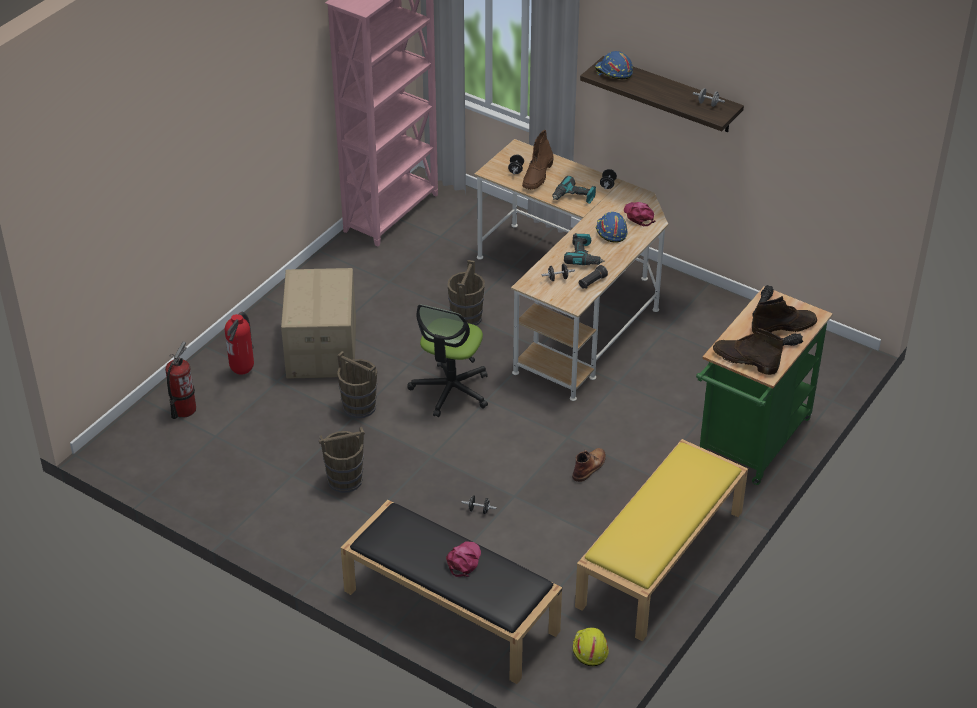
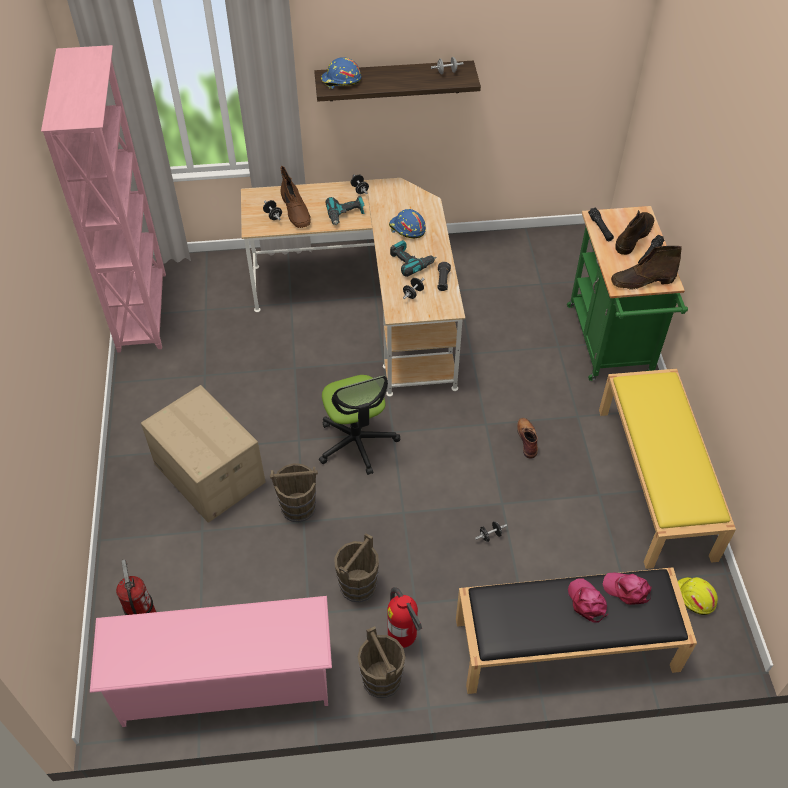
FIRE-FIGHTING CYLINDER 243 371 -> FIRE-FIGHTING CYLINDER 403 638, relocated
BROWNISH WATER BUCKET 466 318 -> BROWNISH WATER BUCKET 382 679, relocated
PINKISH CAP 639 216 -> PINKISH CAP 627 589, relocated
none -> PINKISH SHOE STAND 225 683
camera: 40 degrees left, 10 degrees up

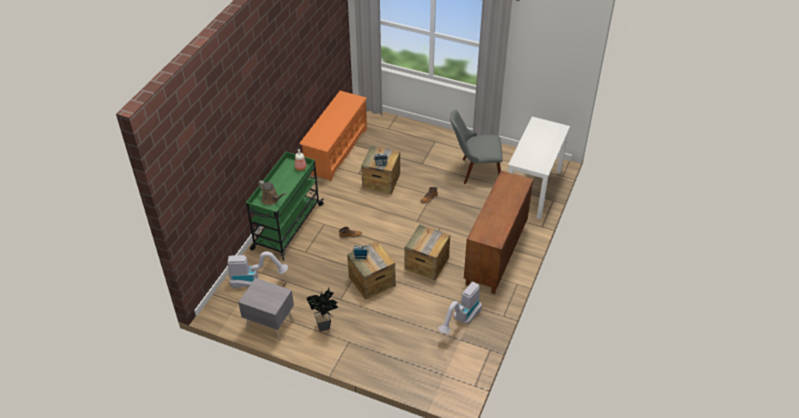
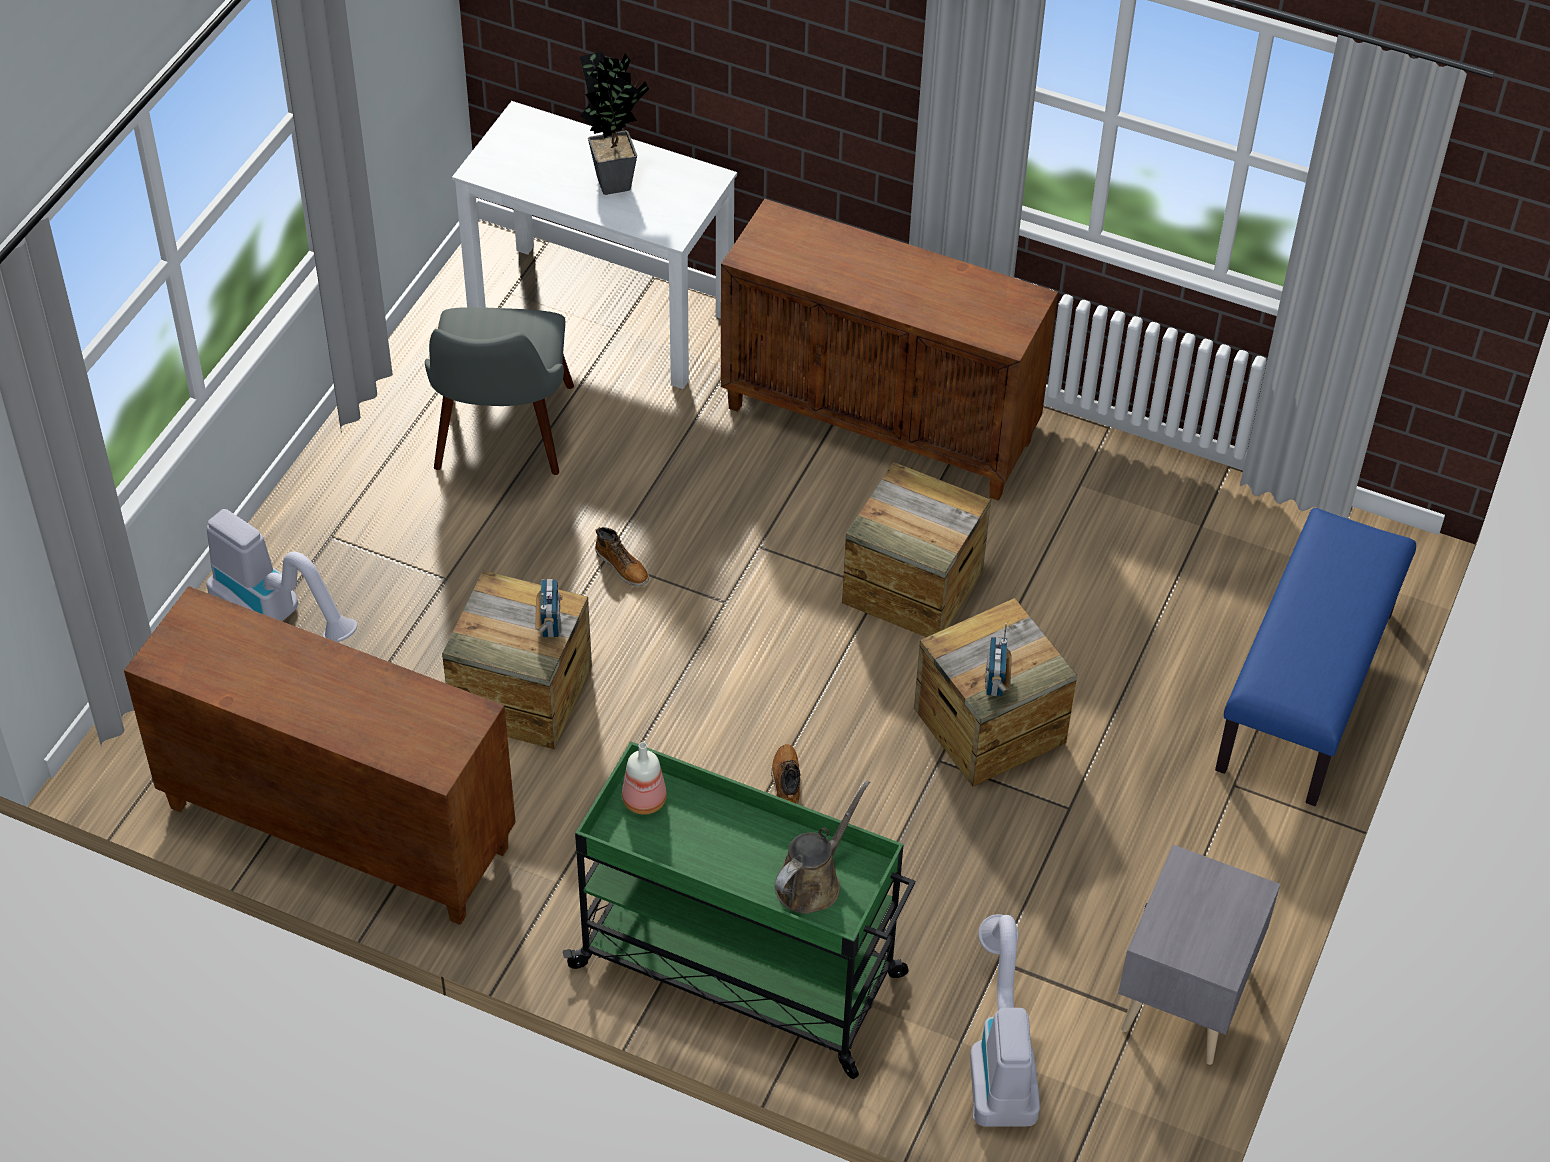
ORANGE SHOE STAND 336 150 -> BROWNISH CUPBOARD 335 829
POTTED PLANT 326 327 -> POTTED PLANT 615 178, relocated
HOOVER 461 320 -> HOOVER 279 619, relocated
none -> BLUE-COLOURED LONG SEAT 1306 692
camera: 90 degrees left, 5 degrees up

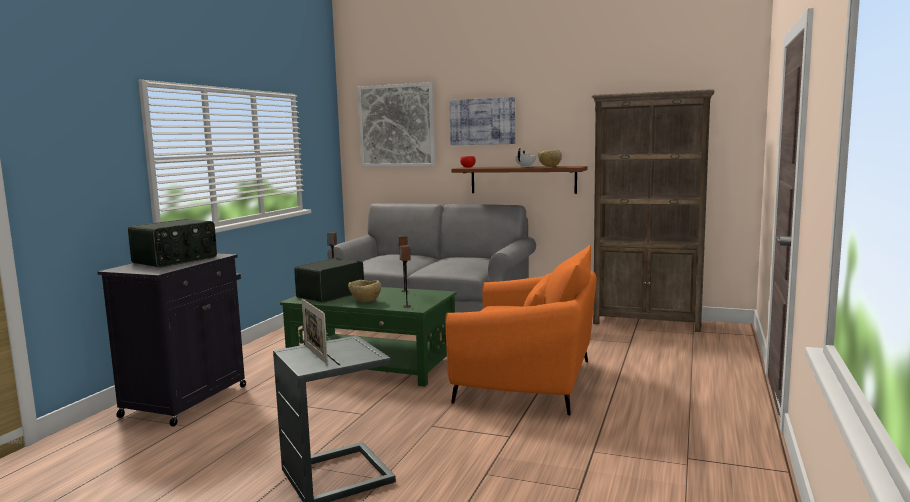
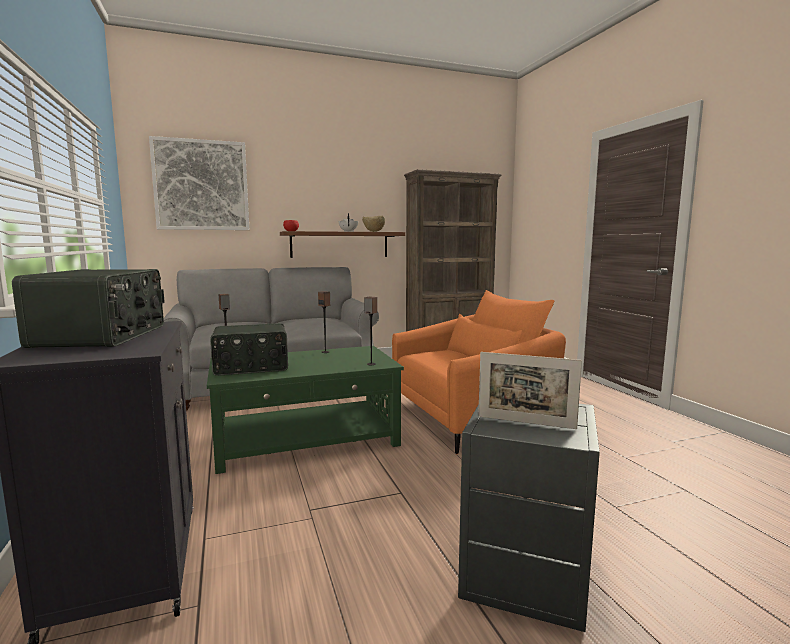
RADIO 330 294 -> RADIO 251 367, 105 degrees counterclockwise
BEIGE-COLOURED SERVING BOWL 365 302 -> none
PICTURE 482 121 -> none
camera: 40 degrees left, 0 degrees up

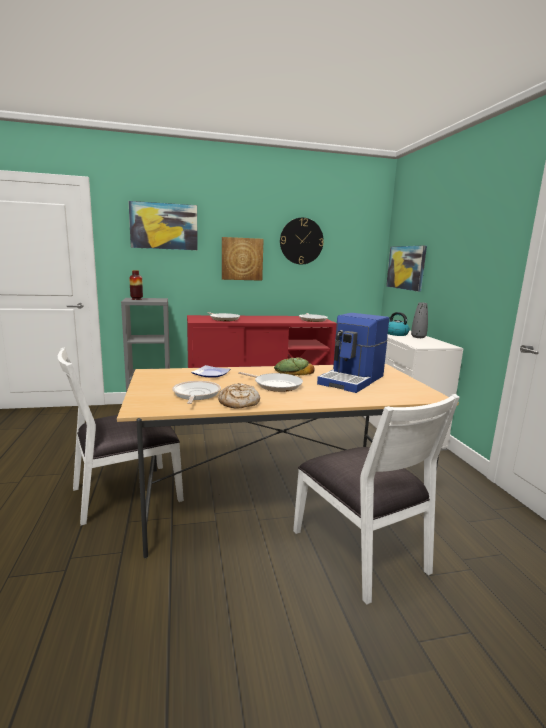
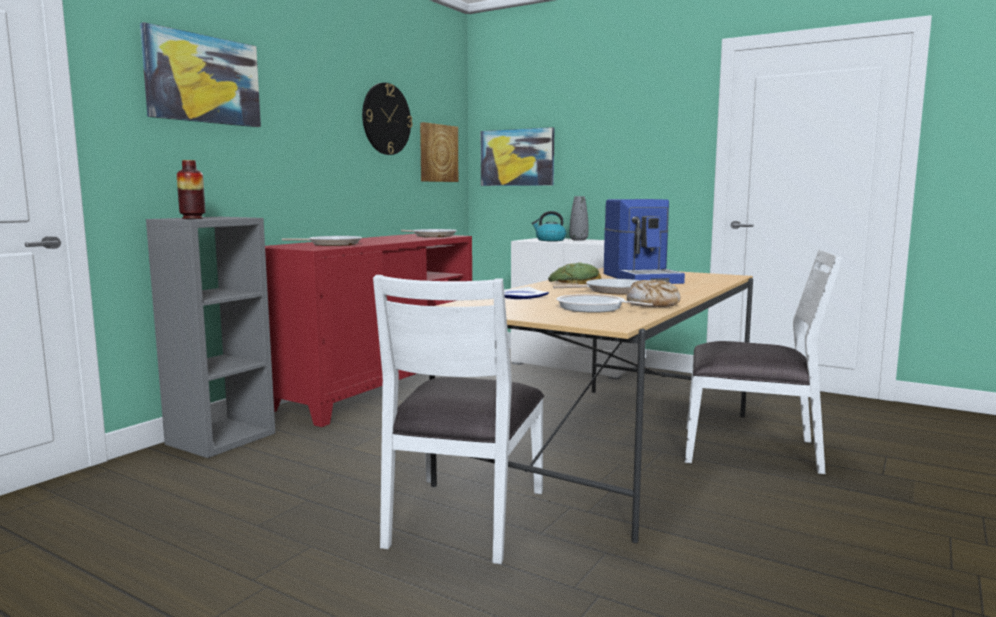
PICTURE 242 259 -> PICTURE 437 153, relocated
camera: 45 degrees left, 5 degrees down

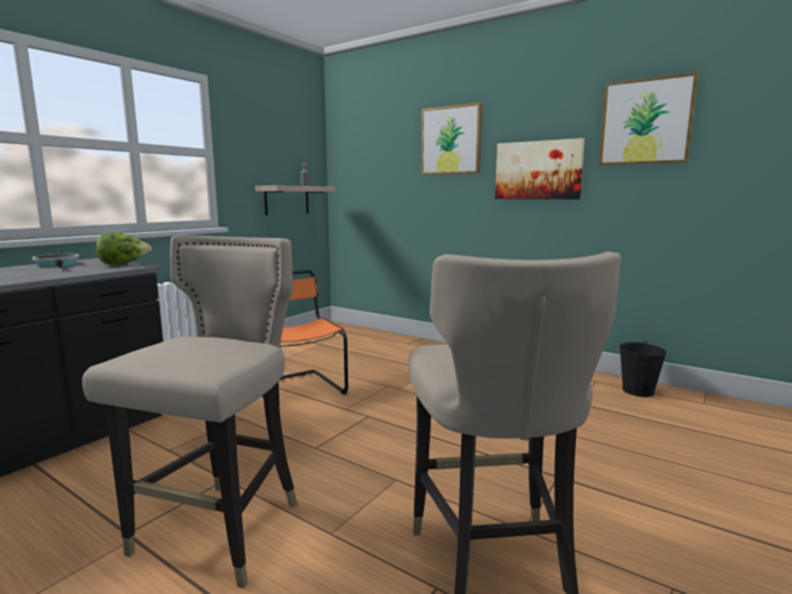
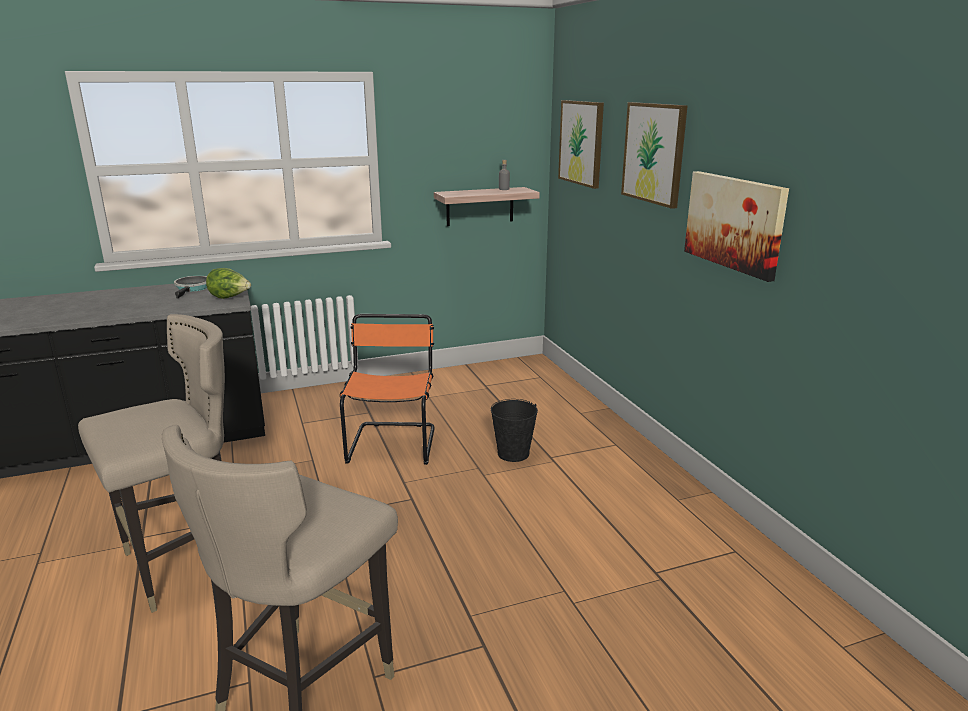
PICTURE 646 122 -> PICTURE 581 143, relocated
BLACK-COLOURED WATER BUCKET 638 391 -> BLACK-COLOURED WATER BUCKET 513 453, relocated
camera: 35 degrees right, 10 degrees up

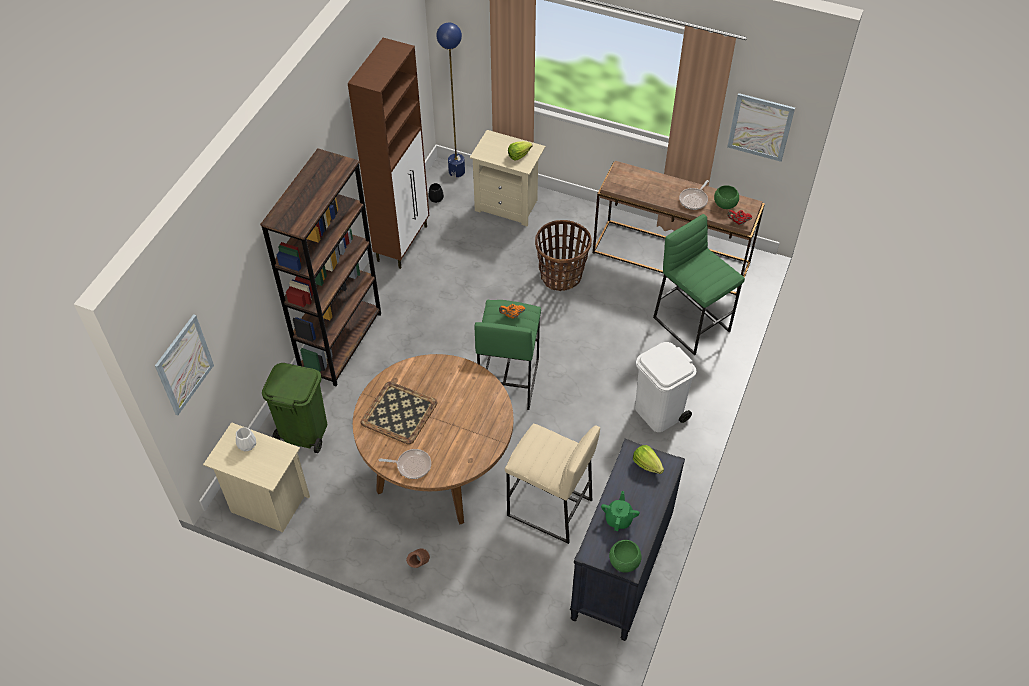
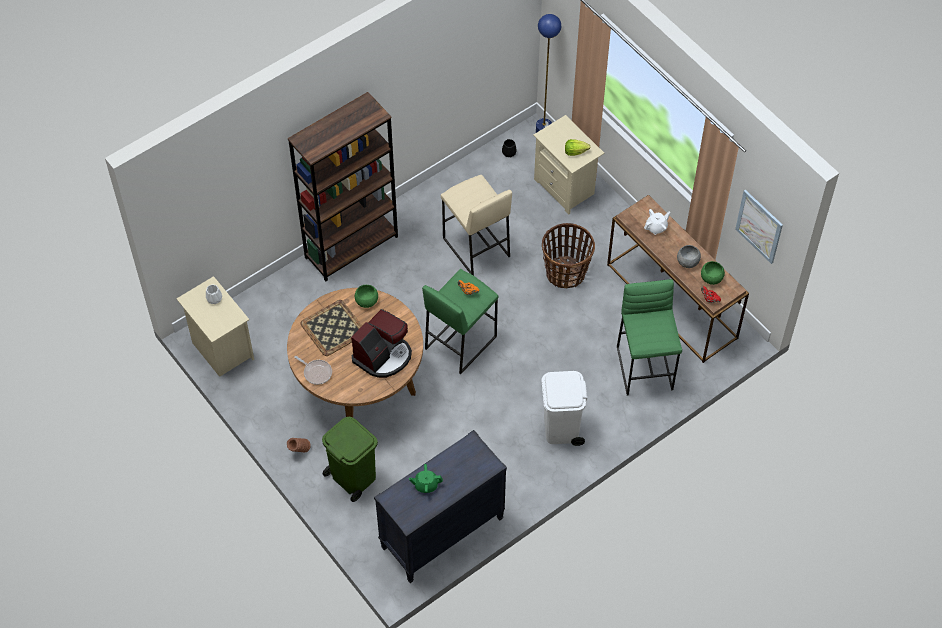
PICTURE 184 365 -> none
GREENISH WASTE BIN 303 432 -> GREENISH WASTE BIN 352 476, relocated
BROWNISH CUPBOARD 403 243 -> none
BEIGE-COLOURED STOOL 549 508 -> BEIGE-COLOURED STOOL 475 247, relocated
GREENISH TEA POT 619 519 -> GREENISH TEA POT 426 485, 135 degrees counterclockwise
GREENISH SERVING BOWL 624 561 -> GREENISH SERVING BOWL 367 301, relocated
LETTUCE 647 464 -> none
FRYING PAN 694 200 -> GREYISH SERVING BOWL 688 262
none -> COFFEE MACHINE 383 356
none -> WHITE-COLOURED TEA POT 656 227
camera: 30 degrees right, 5 degrees up

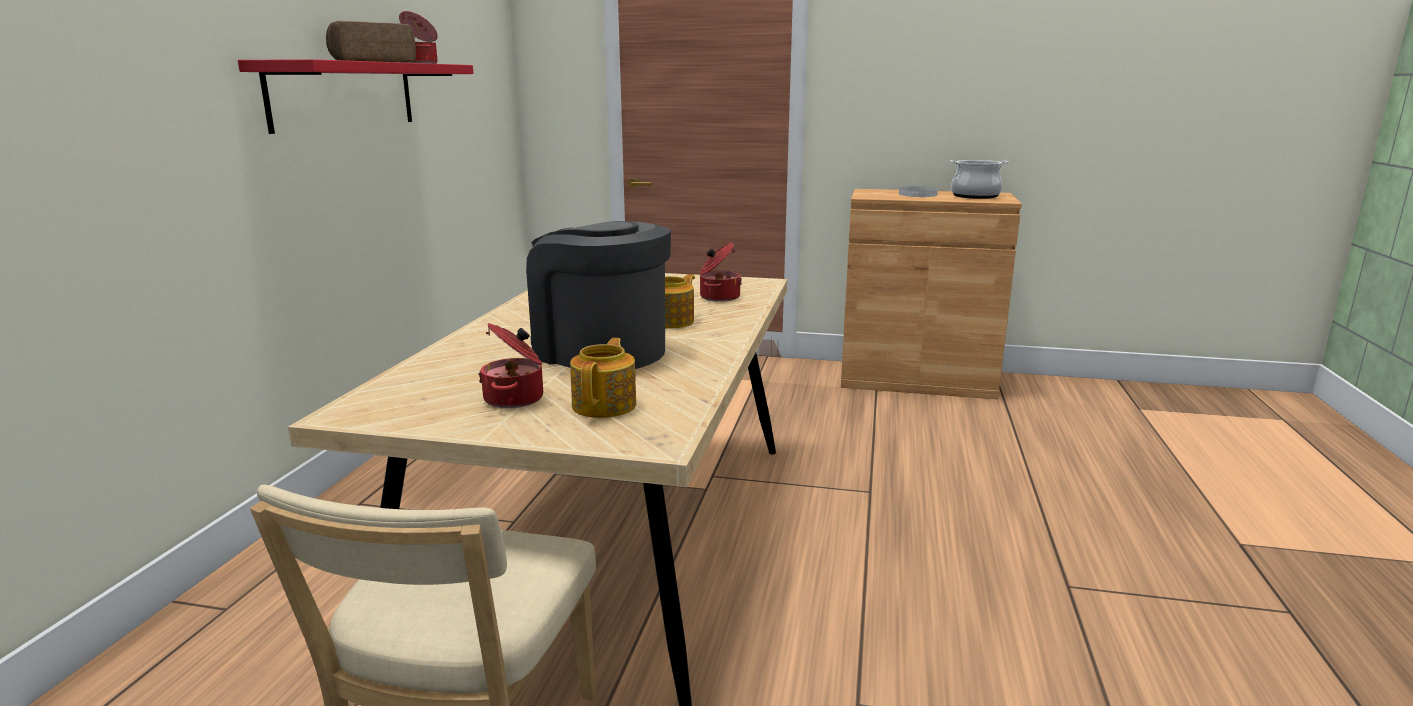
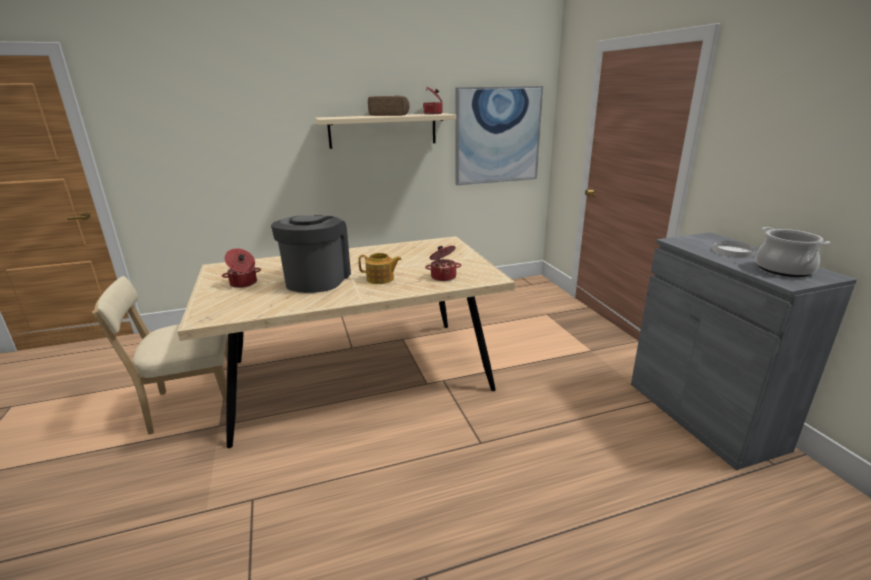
REDDISH SHELF 344 95 -> BEIGE-COLOURED SHELF 383 130
TEA POT 605 405 -> none
BROWNISH CUPBOARD 916 380 -> GREYISH CUPBOARD 703 414
none -> PICTURE 497 135
camera: 60 degrees right, 5 degrees up

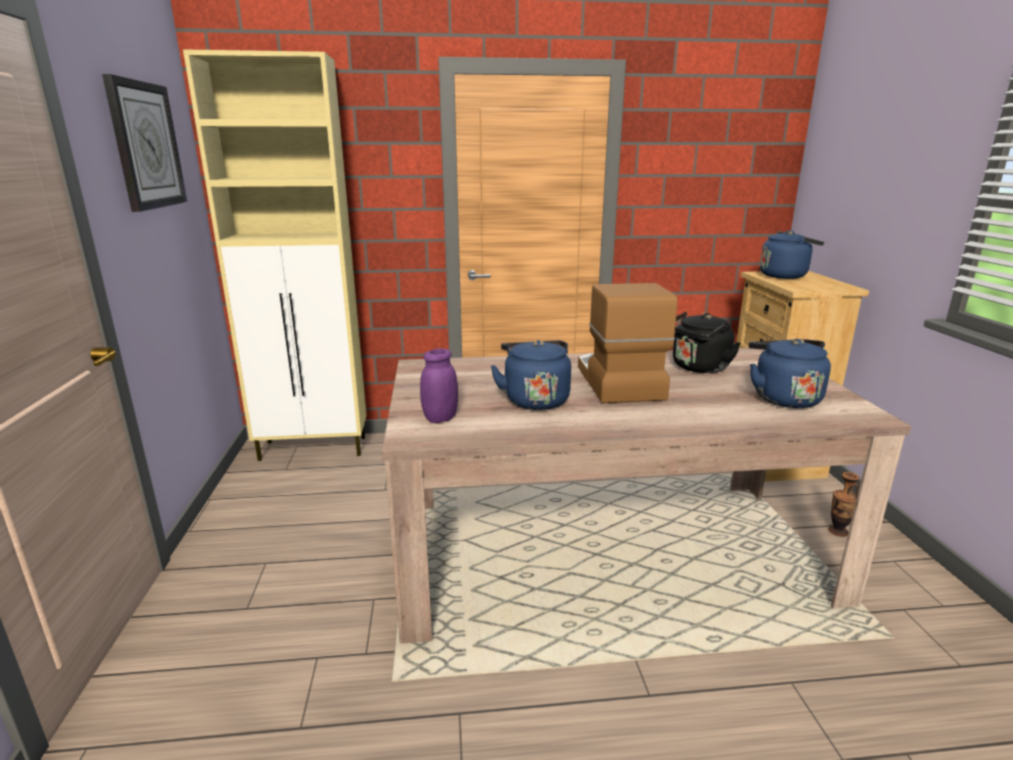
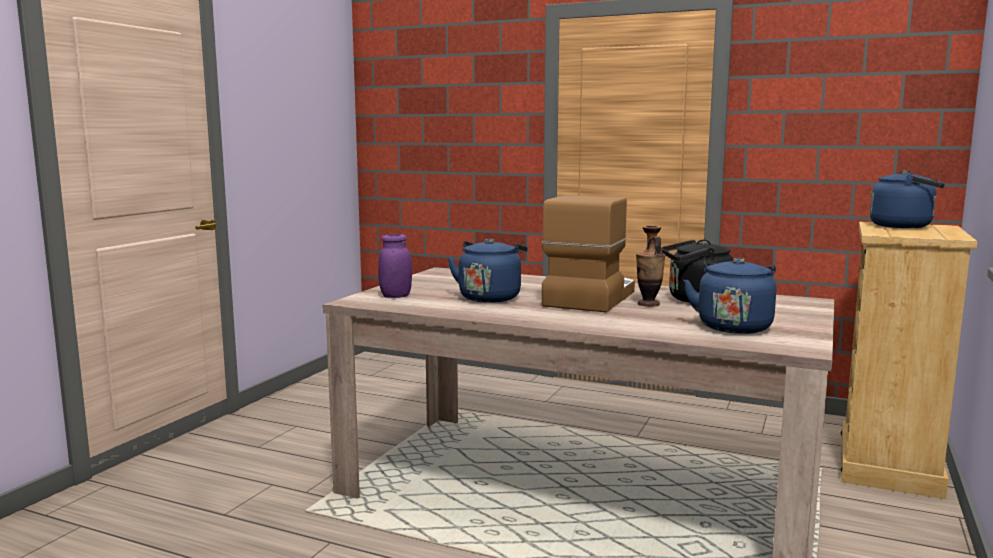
HANGING CLOCK 146 145 -> none
BEIGE-COLOURED CUPBOARD 315 448 -> none
DECORATIVE VASE 838 531 -> DECORATIVE VASE 648 304, relocated
camera: 30 degrees right, 10 degrees down

